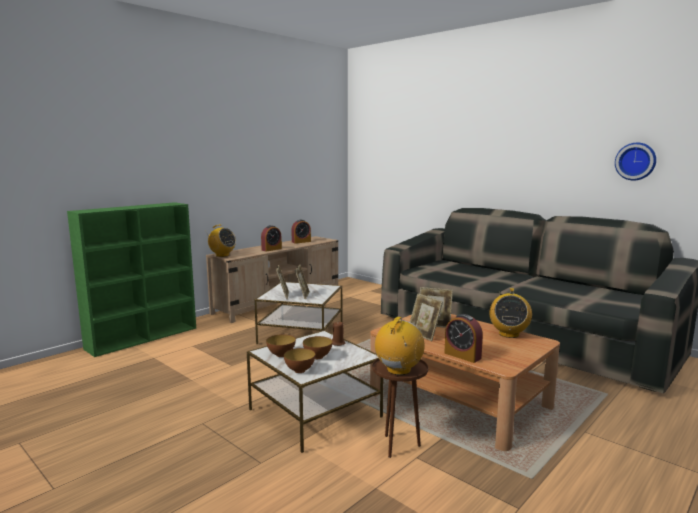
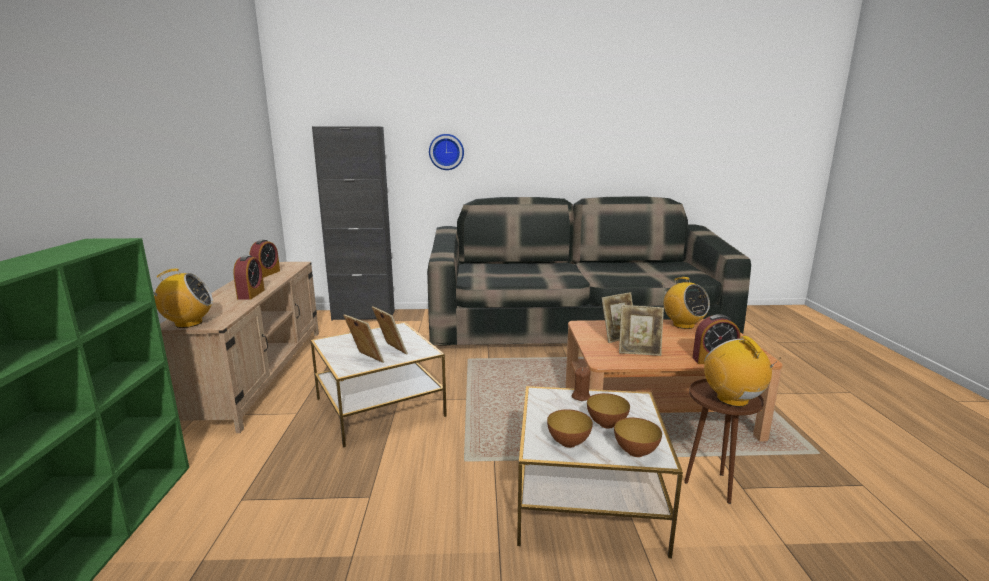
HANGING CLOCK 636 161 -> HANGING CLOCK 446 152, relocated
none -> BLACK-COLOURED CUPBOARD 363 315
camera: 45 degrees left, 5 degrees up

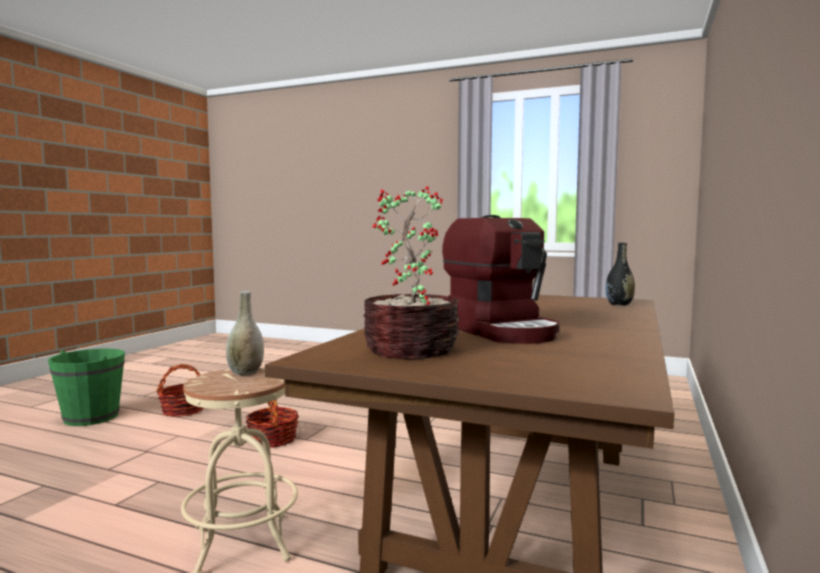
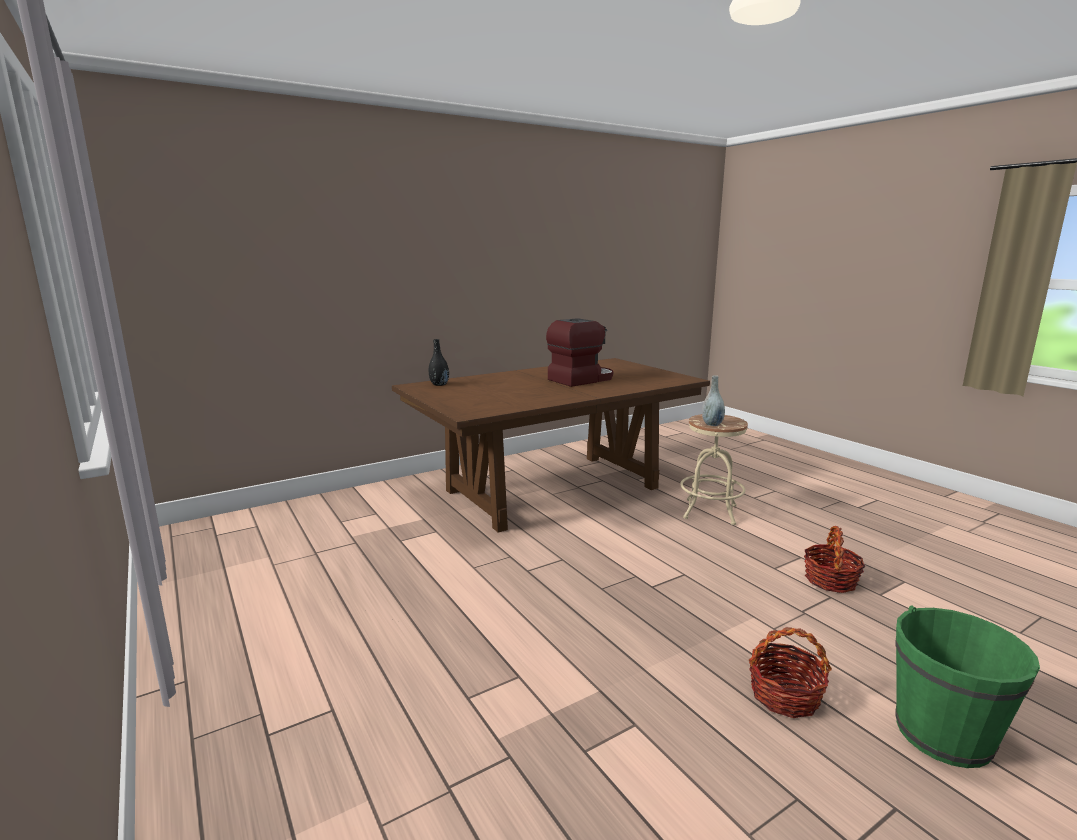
HOUSEHOLD BASKET 273 439 -> HOUSEHOLD BASKET 830 580, relocated
POTTED PLANT 411 349 -> none
COFFEE MACHINE 501 330 -> COFFEE MACHINE 581 379, 45 degrees clockwise
camera: 145 degrees left, 10 degrees up

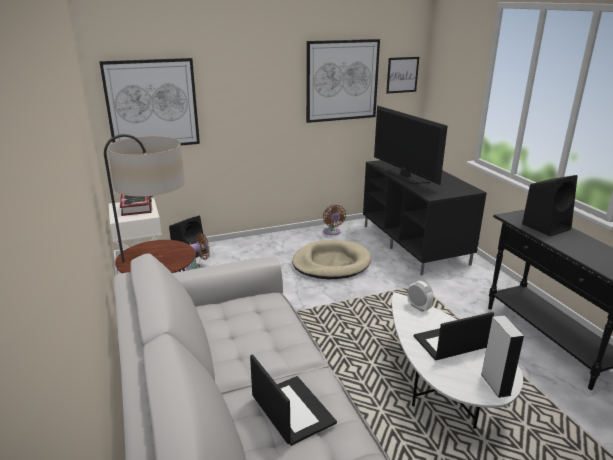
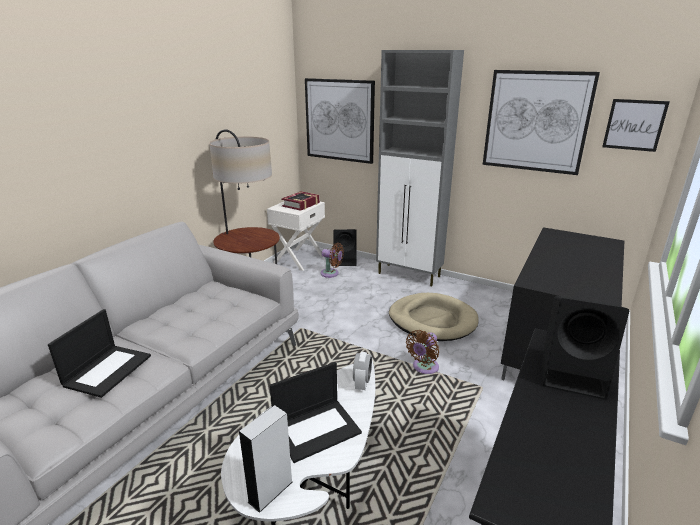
BROWNISH COOLING FAN 332 232 -> BROWNISH COOLING FAN 424 368, relocated
TV 405 176 -> none
LAPTOP 449 343 -> LAPTOP 317 428, 120 degrees clockwise
none -> GREYISH CUPBOARD 409 275
camera: 50 degrees right, 0 degrees up

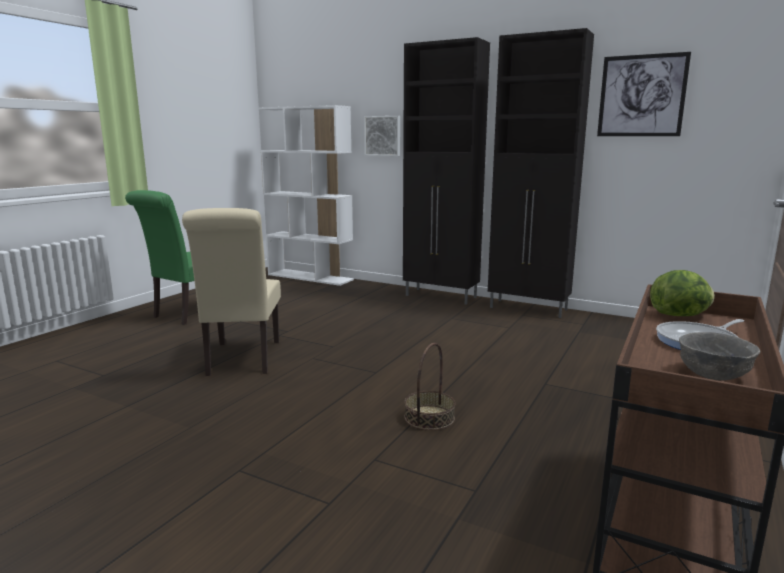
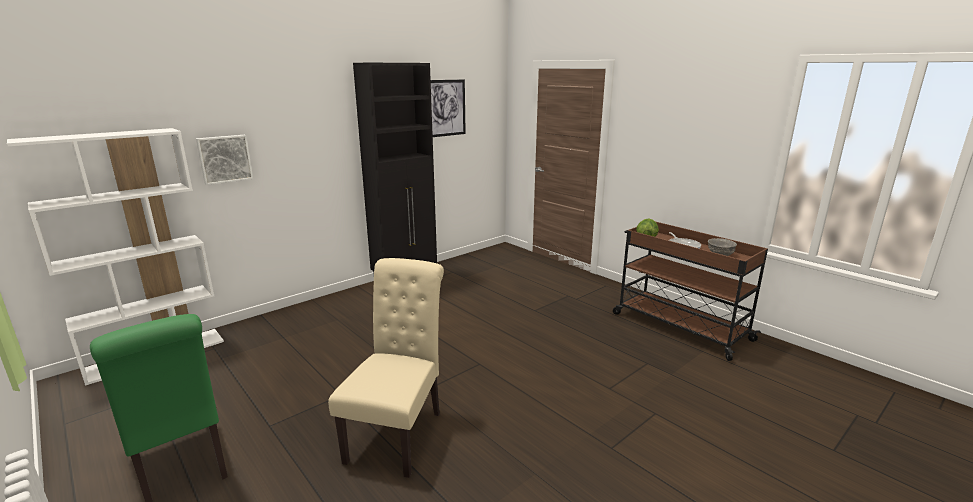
BEIGE-COLOURED CHAIR 242 360 -> BEIGE-COLOURED CHAIR 399 432, 90 degrees counterclockwise
BLACK-COLOURED CUPBOARD 441 296 -> none
HOUSEHOLD BASKET 429 417 -> none
camera: 70 degrees left, 5 degrees up

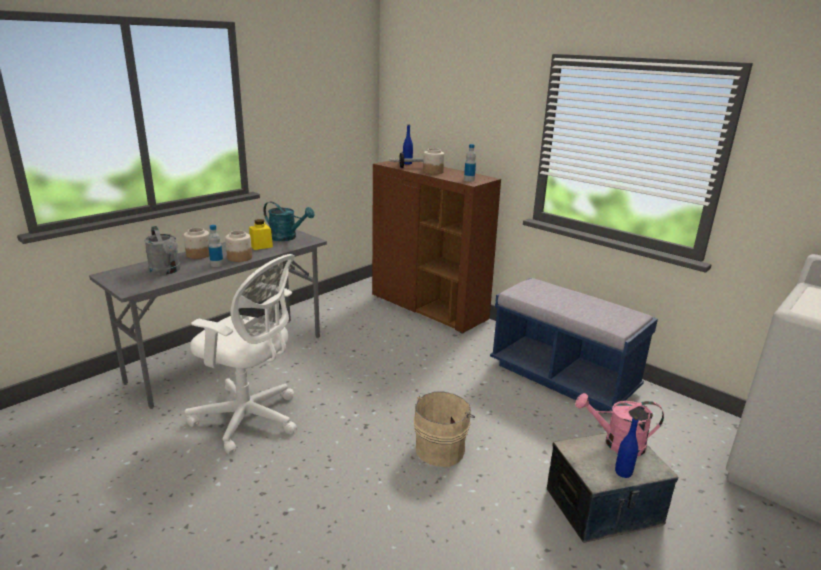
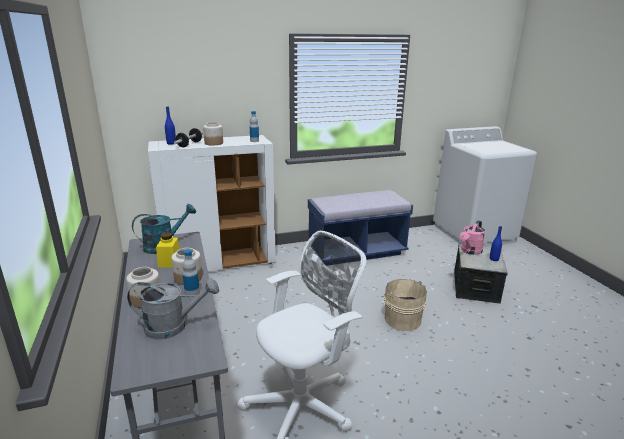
BROWNISH CUPBOARD 429 308 -> WHITE-COLOURED CUPBOARD 220 262
camera: 60 degrees left, 0 degrees up

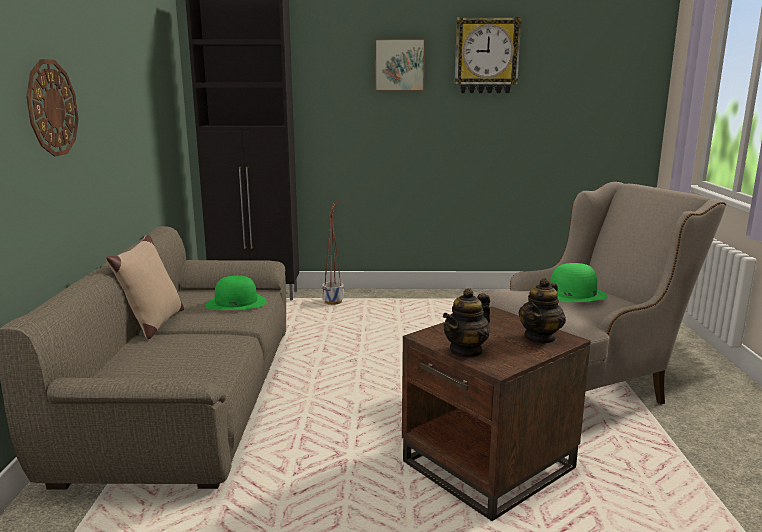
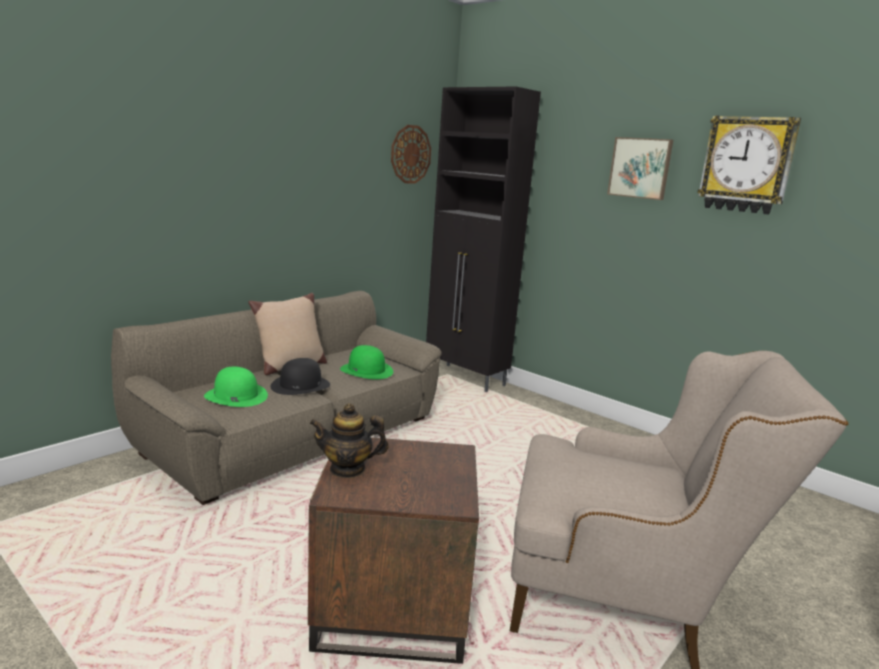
HANGING CLOCK 52 108 -> HANGING CLOCK 410 154, relocated
PLANTER 333 302 -> none
TEA POT 540 338 -> none
GREENISH HAT 572 294 -> GREENISH HAT 235 396, relocated
none -> BLACK-COLOURED HAT 300 385
camera: 40 degrees right, 0 degrees up

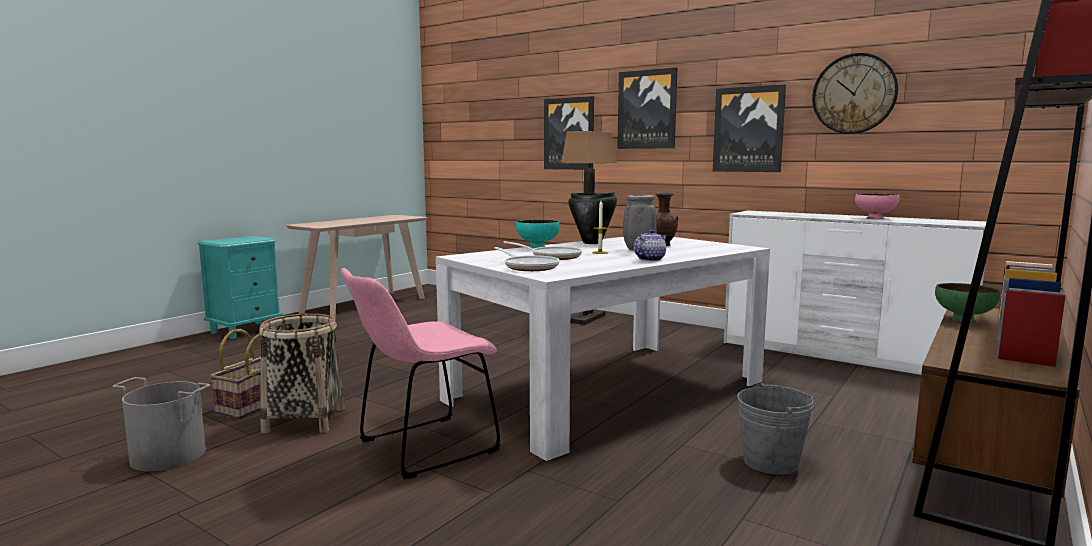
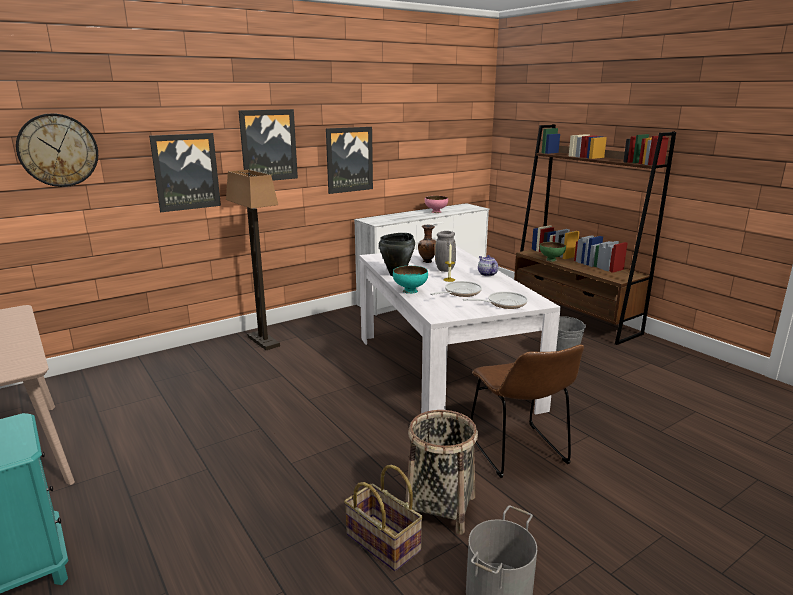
PINKISH CHAIR 422 448 -> BROWNISH CHAIR 519 453
HANGING CLOCK 854 94 -> HANGING CLOCK 58 150, relocated
camera: 70 degrees left, 10 degrees up

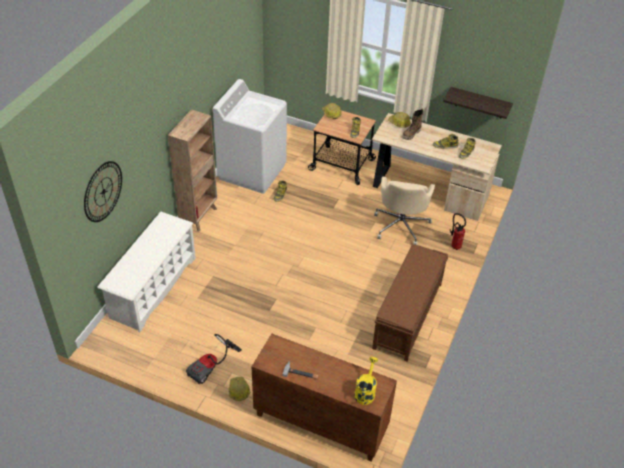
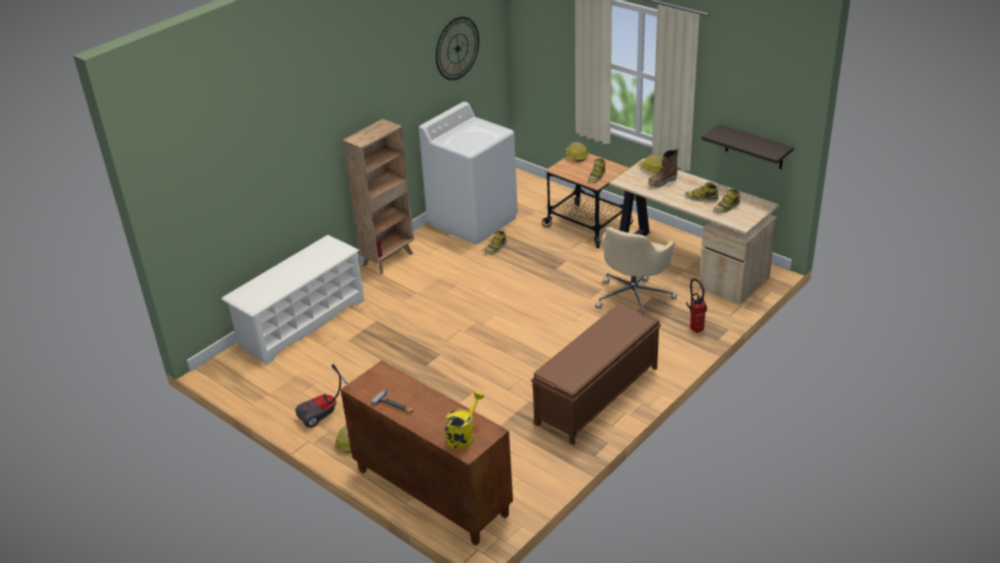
HANGING CLOCK 103 191 -> HANGING CLOCK 457 48, relocated
camera: 20 degrees right, 10 degrees down

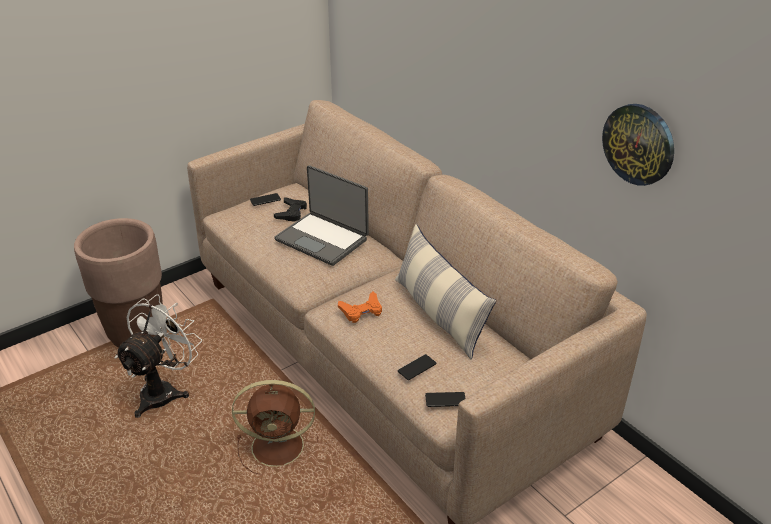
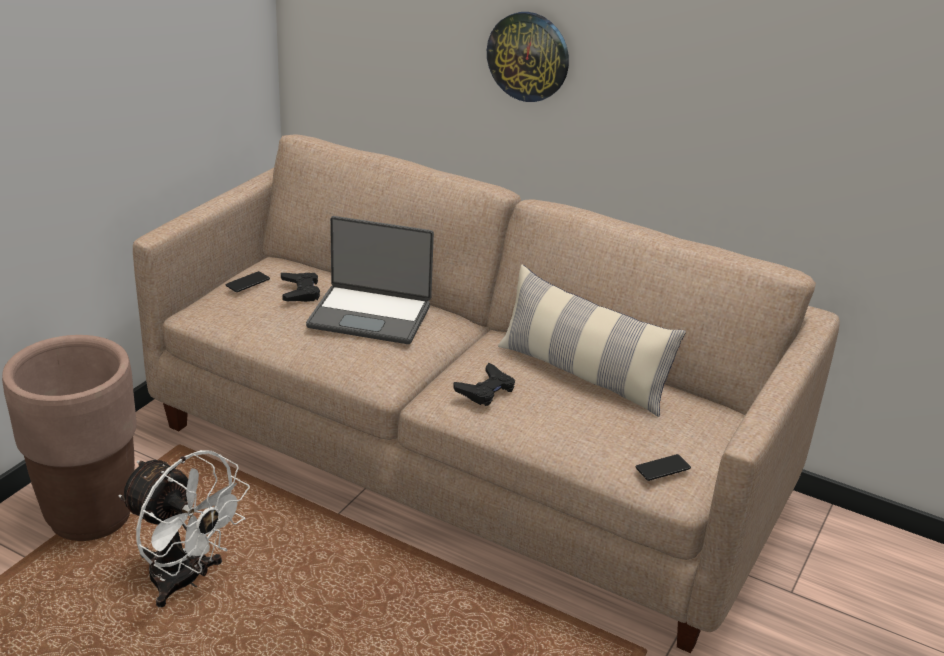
WHITE-COLOURED COOLING FAN 164 391 -> WHITE-COLOURED COOLING FAN 185 581, 120 degrees clockwise
BROWNISH COOLING FAN 280 446 -> none
ORANGE GAME CONTROLLER 361 311 -> BLACK-COLOURED GAME CONTROLLER 486 390
HANDSET 417 367 -> none
HANGING CLOCK 639 144 -> HANGING CLOCK 528 56, relocated
camera: 25 degrees left, 5 degrees down

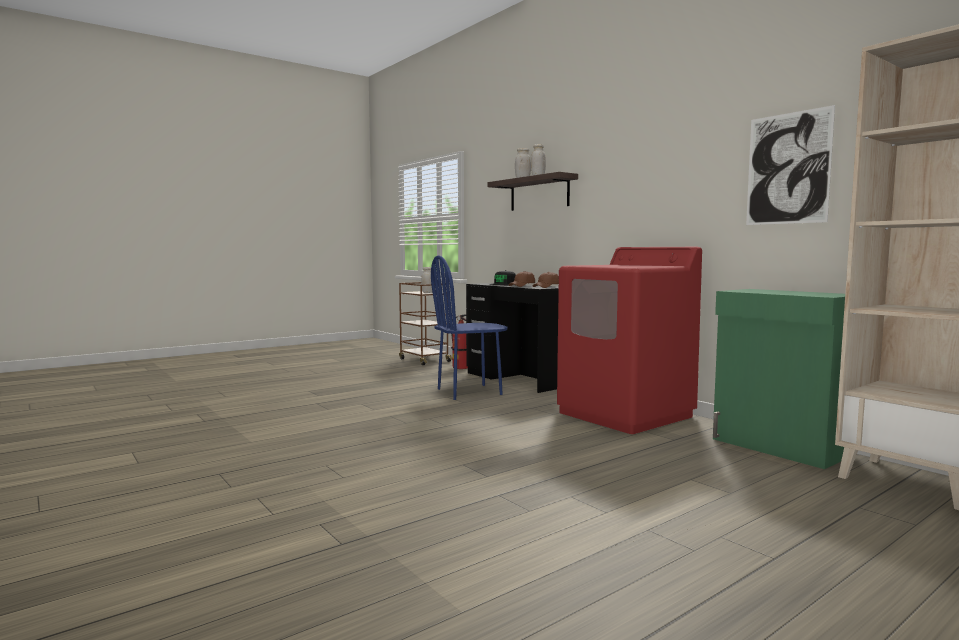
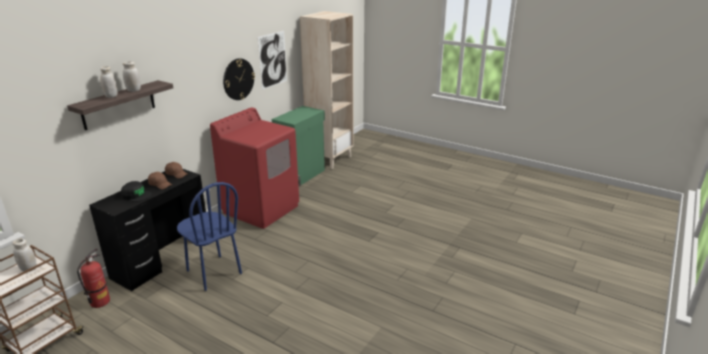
none -> HANGING CLOCK 238 79
camera: 110 degrees left, 20 degrees up

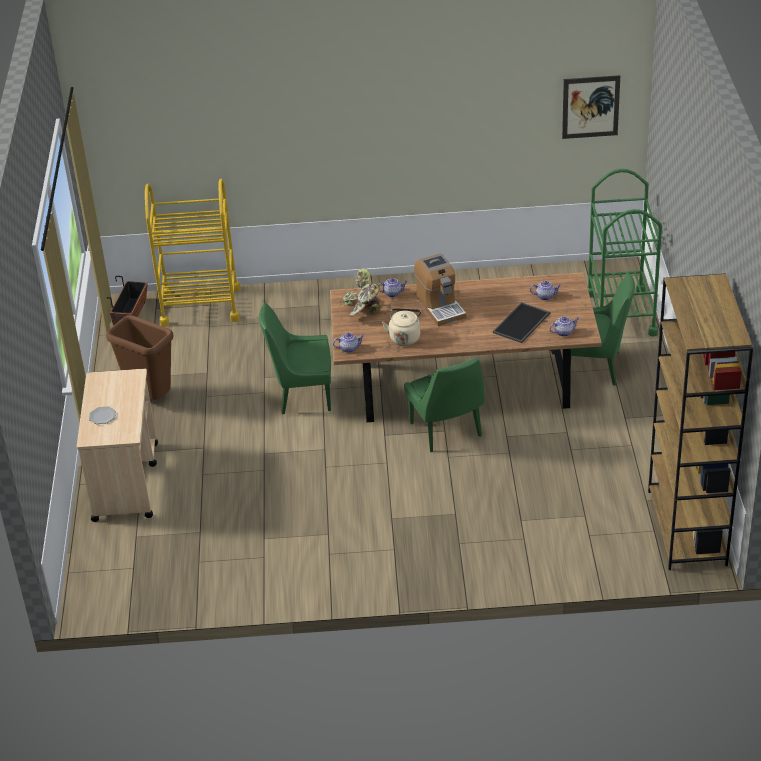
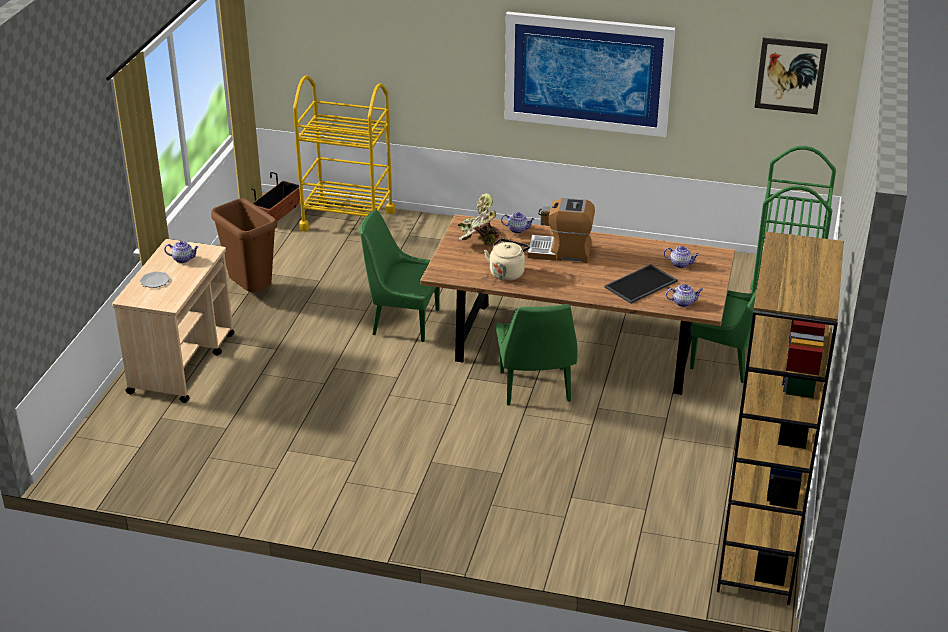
TEA POT 349 348 -> TEA POT 183 259, relocated
COFFEE MACHINE 440 306 -> COFFEE MACHINE 561 251, 105 degrees clockwise
none -> PICTURE 587 73
camera: 15 degrees right, 5 degrees down

